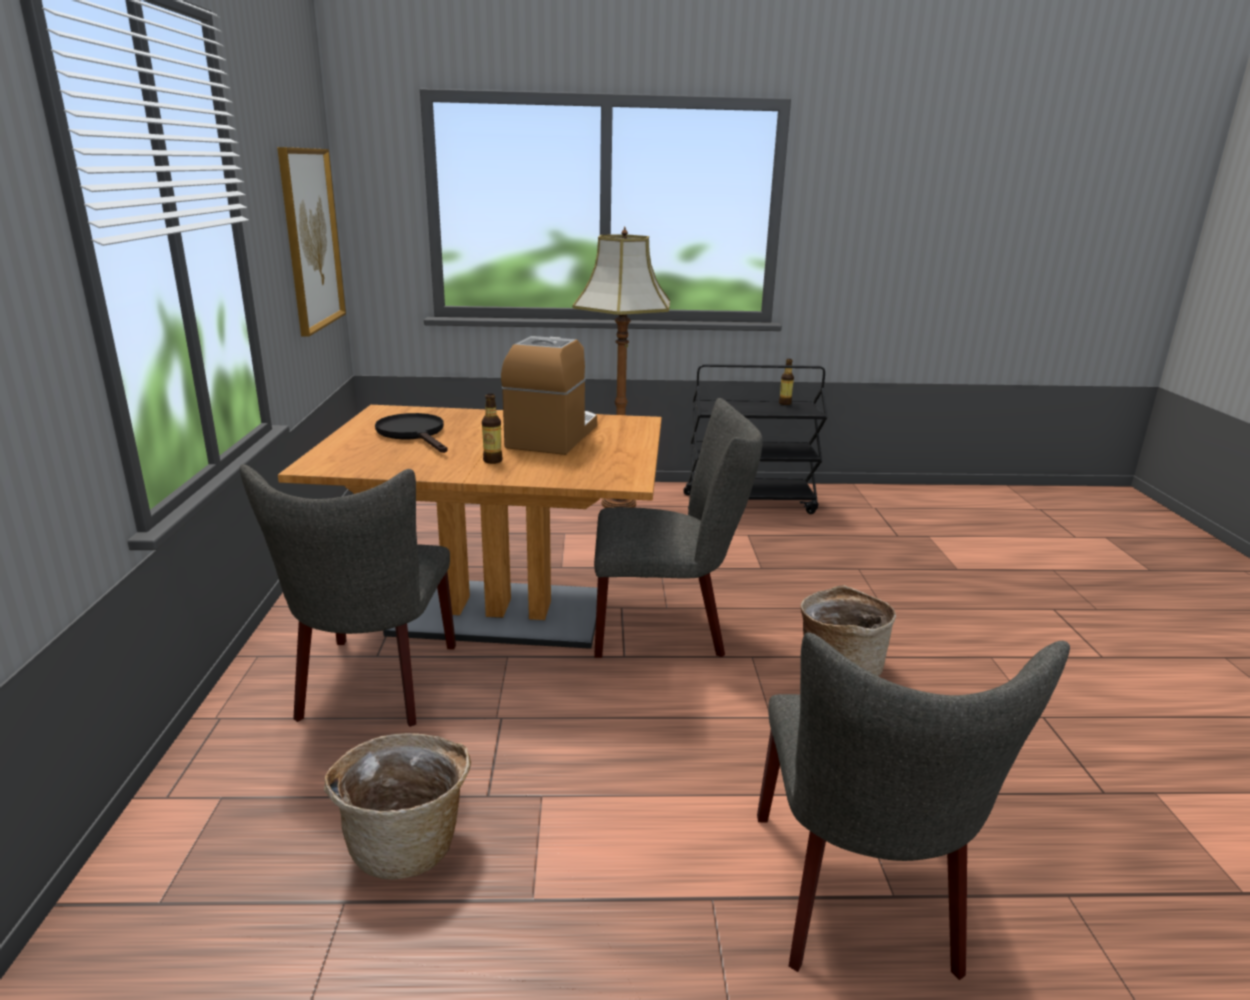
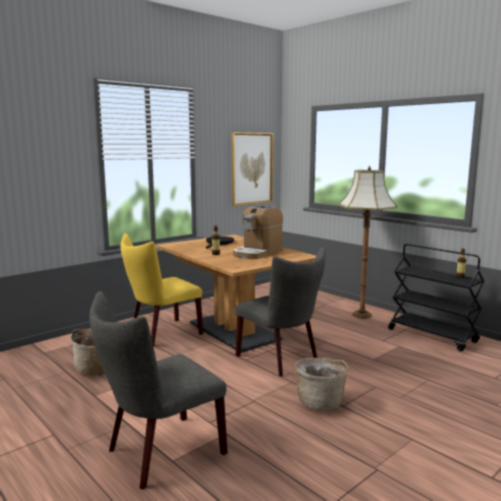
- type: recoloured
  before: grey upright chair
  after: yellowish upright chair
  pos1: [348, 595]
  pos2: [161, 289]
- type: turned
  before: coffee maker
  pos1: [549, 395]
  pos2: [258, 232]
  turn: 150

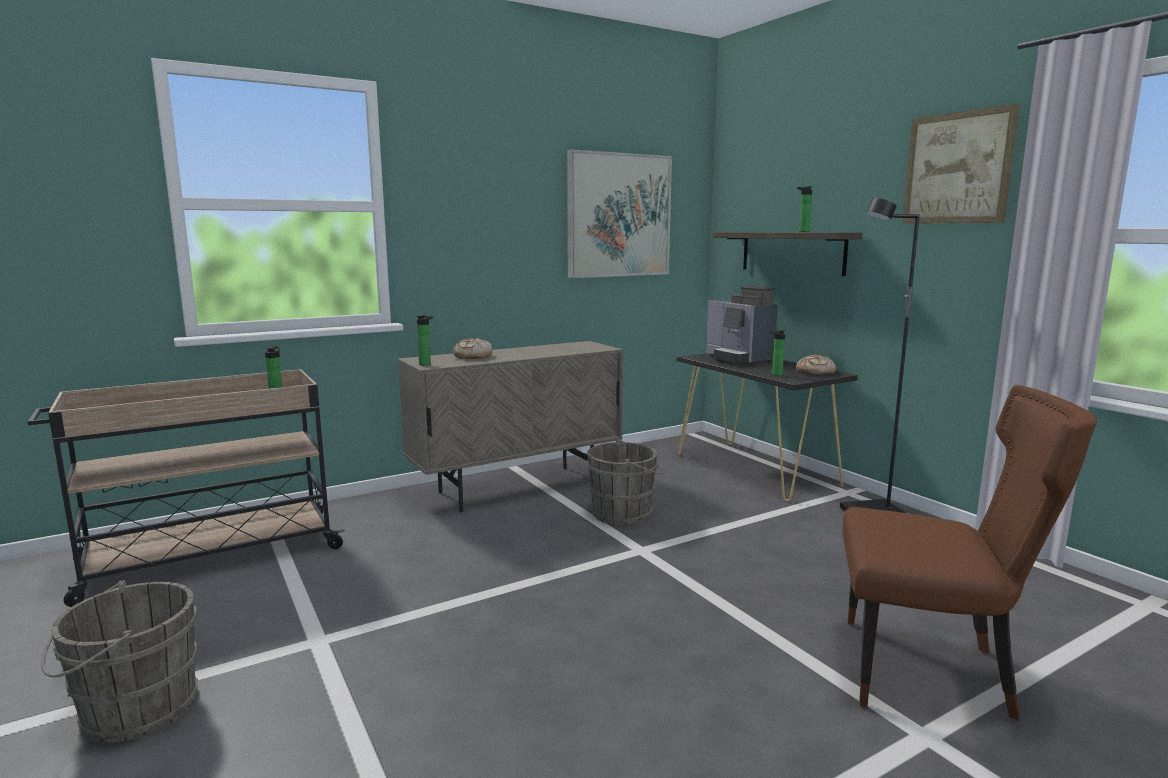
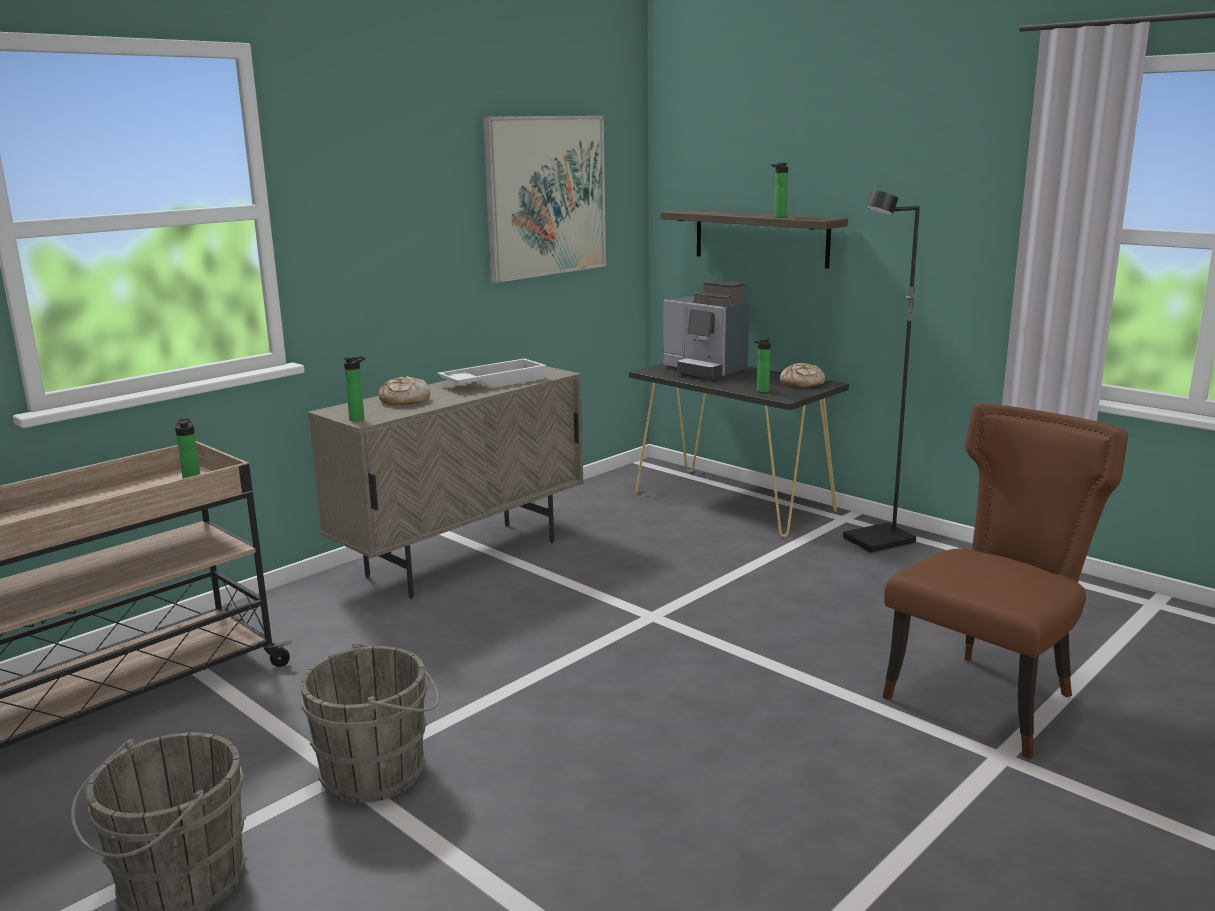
- type: removed
  before: wall art
  pos1: [961, 163]
- type: added
  after: white carrying tray
  pos2: [491, 373]
- type: moved
  before: grey bucket
  pos1: [625, 482]
  pos2: [369, 722]
- type: turned
  before: brownish upright chair
  pos1: [970, 553]
  pos2: [1005, 581]
  turn: -45

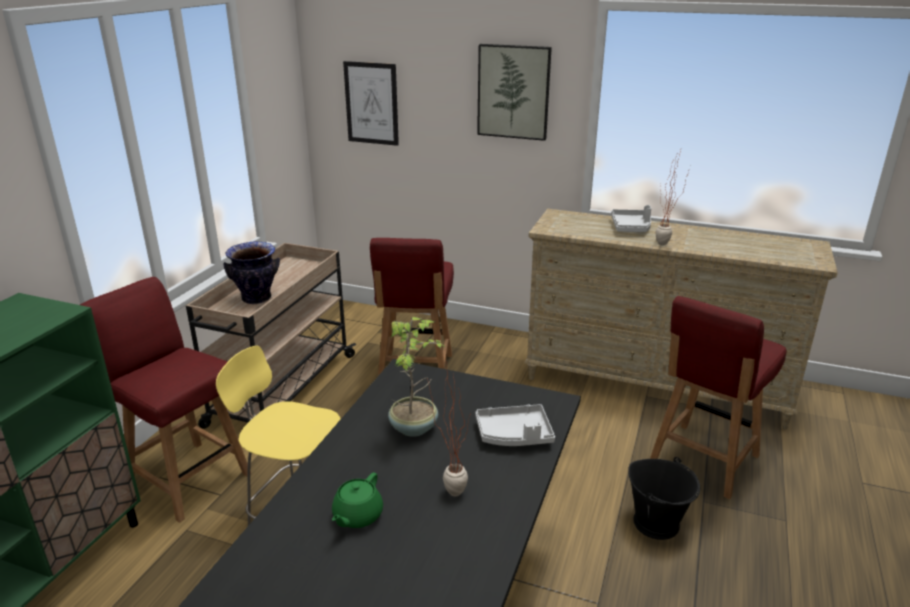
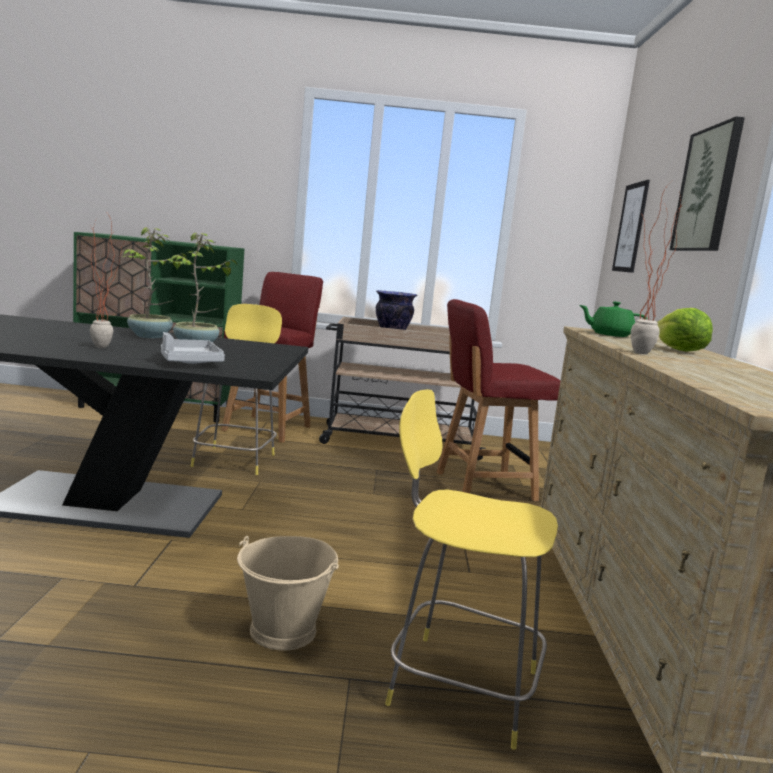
- type: added
  after: plant in a pot
  pos2: [154, 282]
- type: moved
  before: green teapot
  pos1: [357, 500]
  pos2: [613, 319]
- type: replaced
  before: grey carrying tray
  after: lettuce
  pos1: [631, 218]
  pos2: [685, 330]
- type: replaced
  before: red upright chair
  after: yellowish sitting stool
  pos1: [718, 397]
  pos2: [471, 569]
- type: recoloured
  before: black bucket
  after: beige-coloured bucket
  pos1: [664, 498]
  pos2: [288, 593]

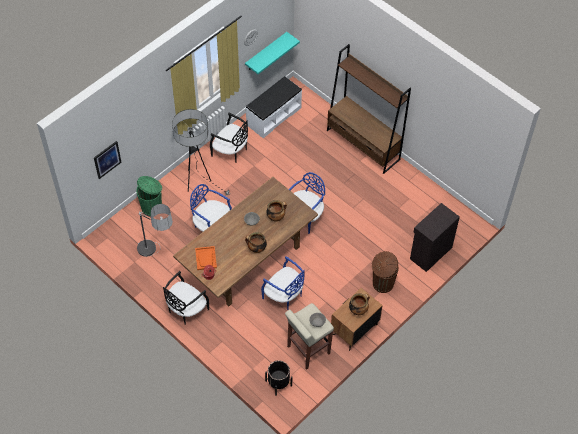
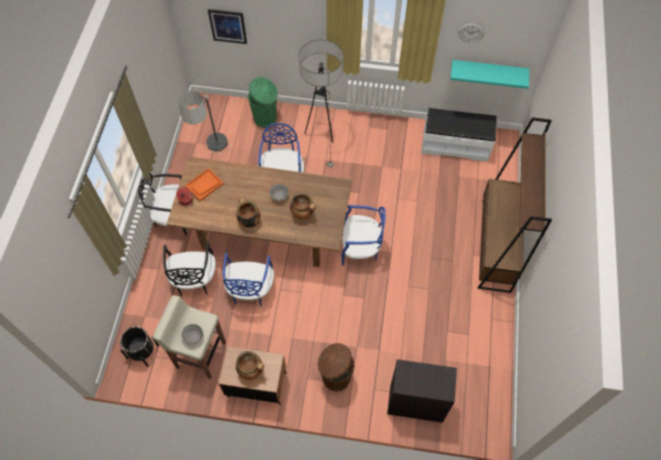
- type: moved
  before: black upright chair
  pos1: [229, 138]
  pos2: [189, 269]

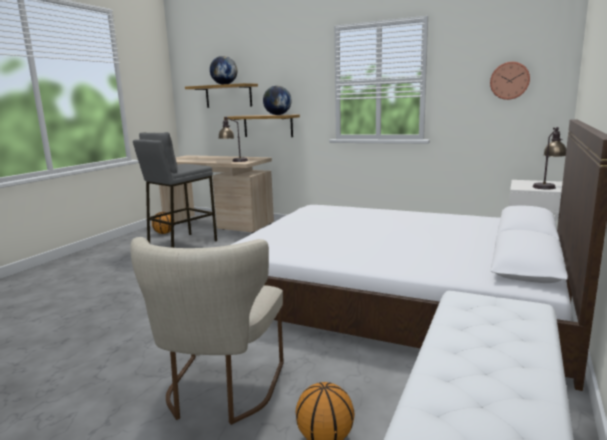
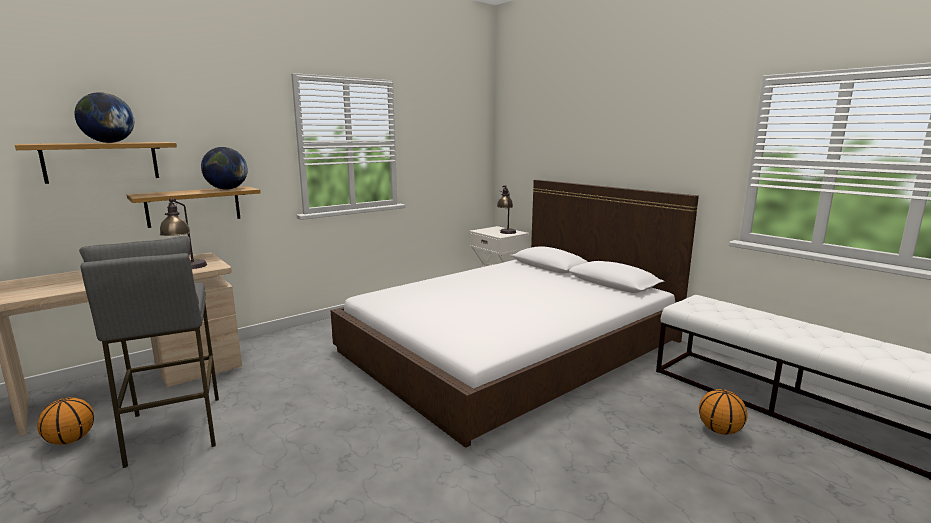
- type: removed
  before: beige-coloured upright chair
  pos1: [207, 331]
- type: removed
  before: hanging clock
  pos1: [510, 81]

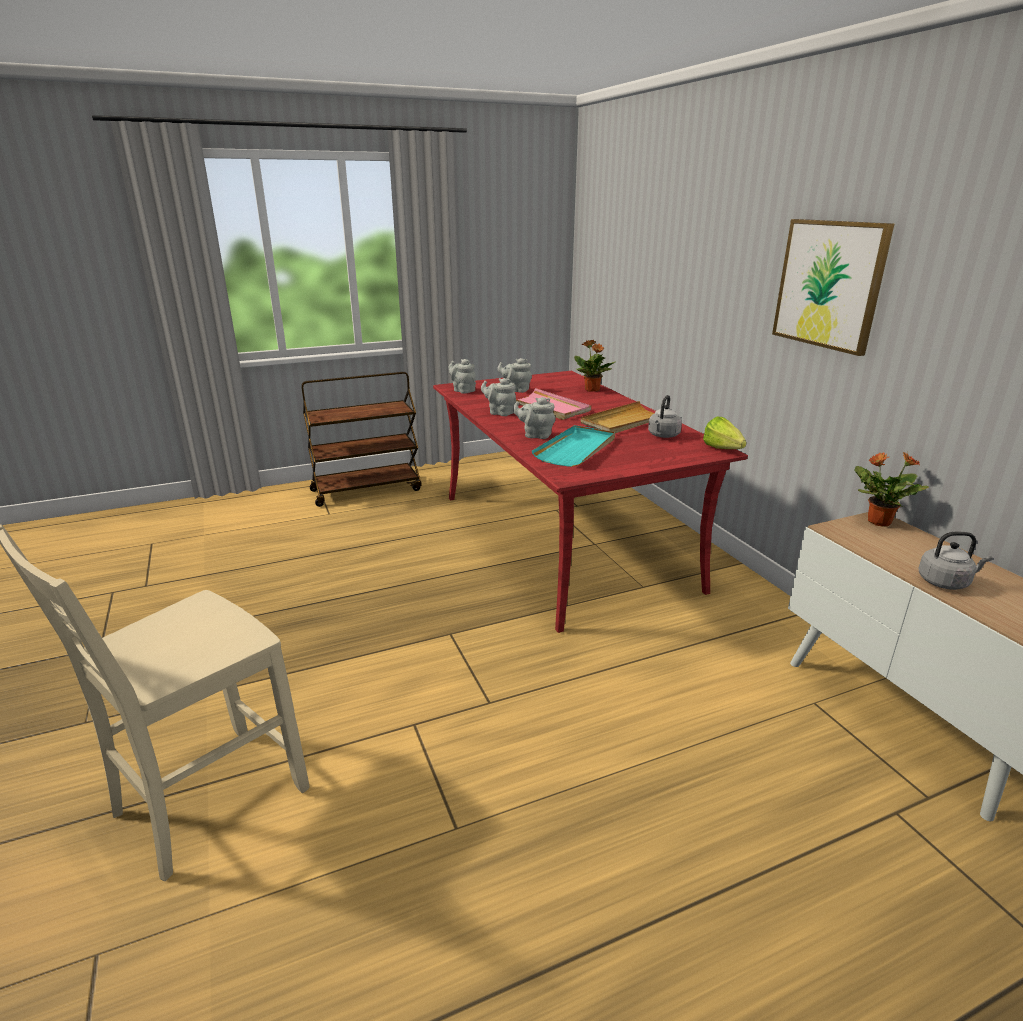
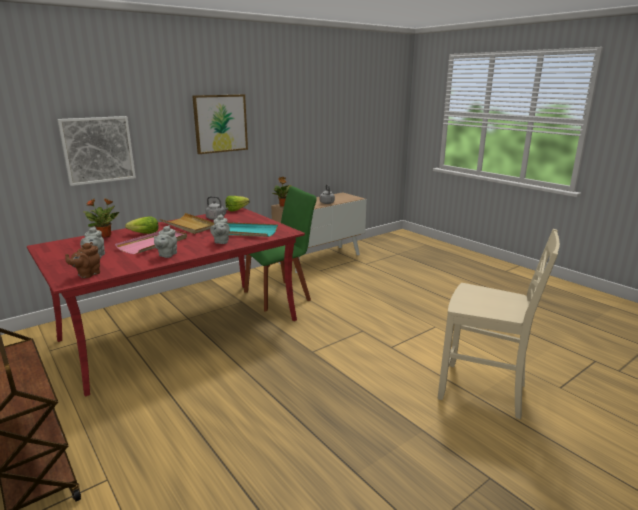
- type: added
  after: wall art
  pos2: [96, 151]
- type: added
  after: lettuce
  pos2: [142, 225]
- type: added
  after: green upright chair
  pos2: [280, 248]
- type: recoloured
  before: grey teapot
  after: brownish teapot
  pos1: [462, 376]
  pos2: [82, 260]

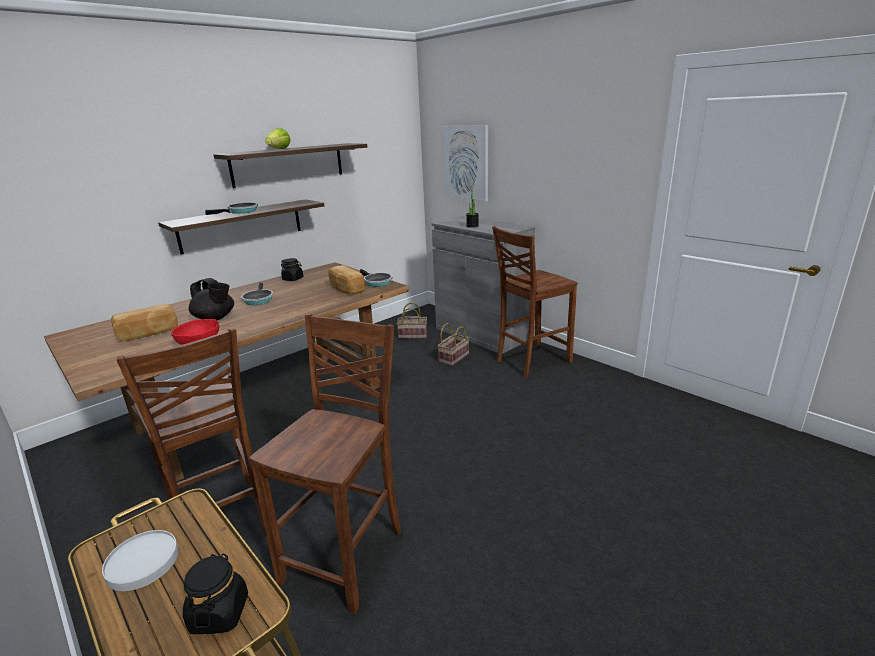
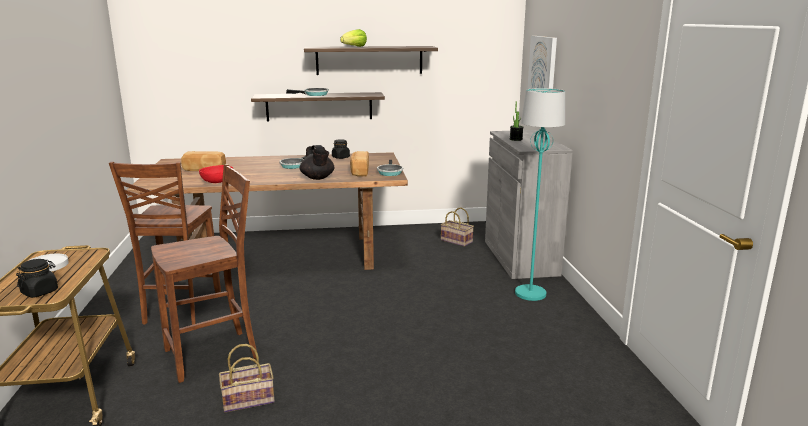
- type: moved
  before: black teapot
  pos1: [211, 299]
  pos2: [317, 162]
- type: moved
  before: household basket
  pos1: [453, 344]
  pos2: [247, 378]
- type: replaced
  before: brownish upright chair
  after: blue-green standing lamp
  pos1: [535, 302]
  pos2: [540, 194]

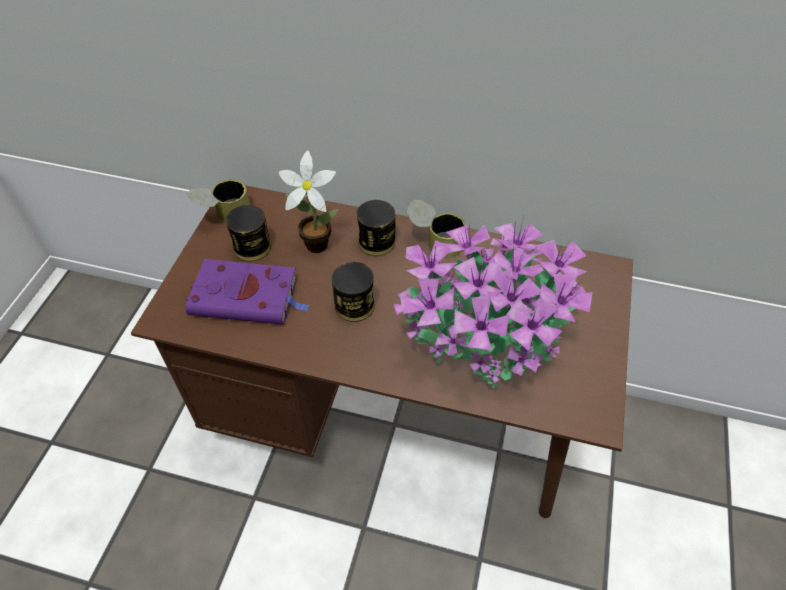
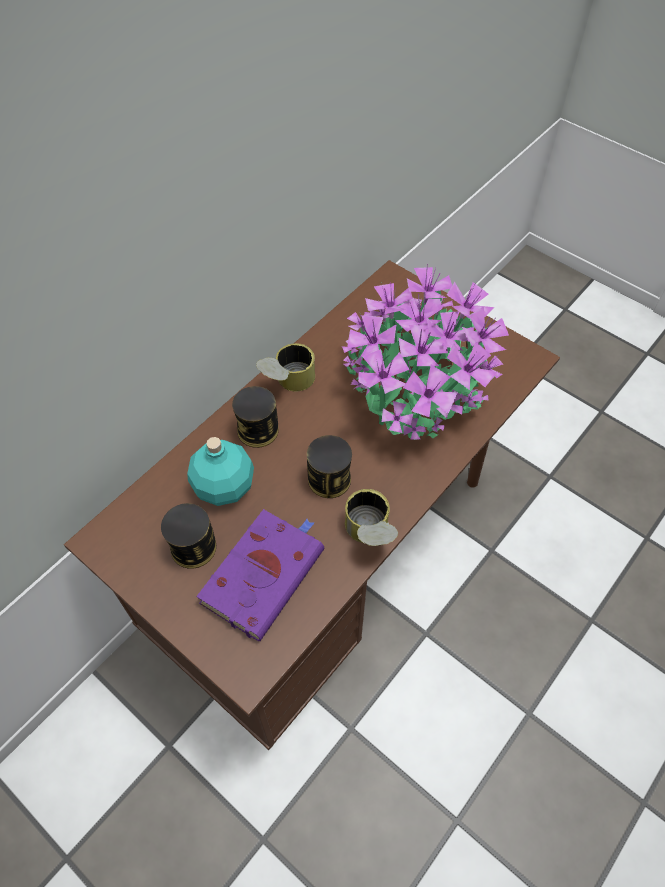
- type: moved
  before: can
  pos1: [218, 200]
  pos2: [371, 517]
- type: replaced
  before: plant in a pot
  after: blue-green beverage bottle
  pos1: [308, 201]
  pos2: [220, 471]

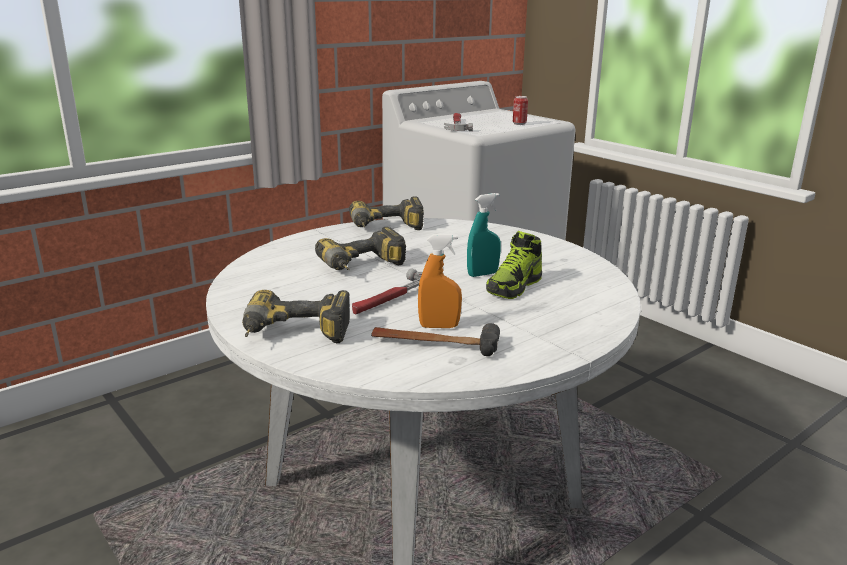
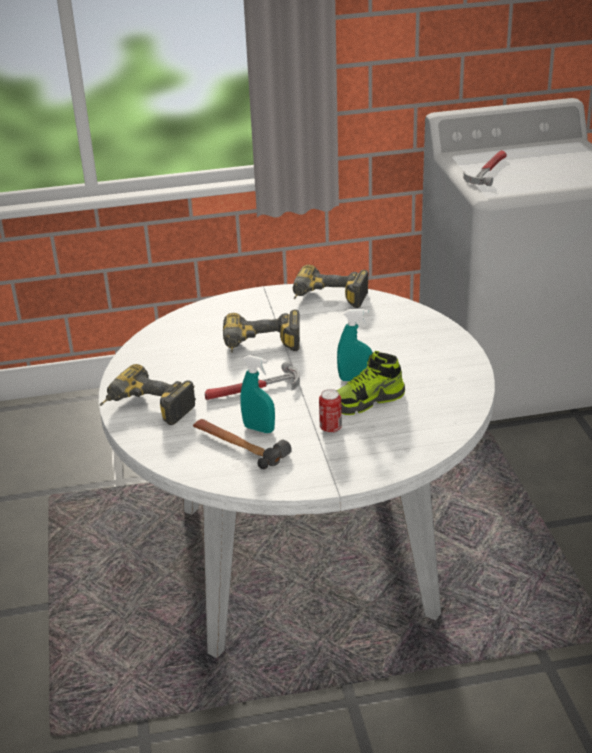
- type: moved
  before: can
  pos1: [520, 110]
  pos2: [330, 411]
- type: recoloured
  before: orange sprayer
  after: blue-green sprayer
  pos1: [440, 281]
  pos2: [257, 394]

